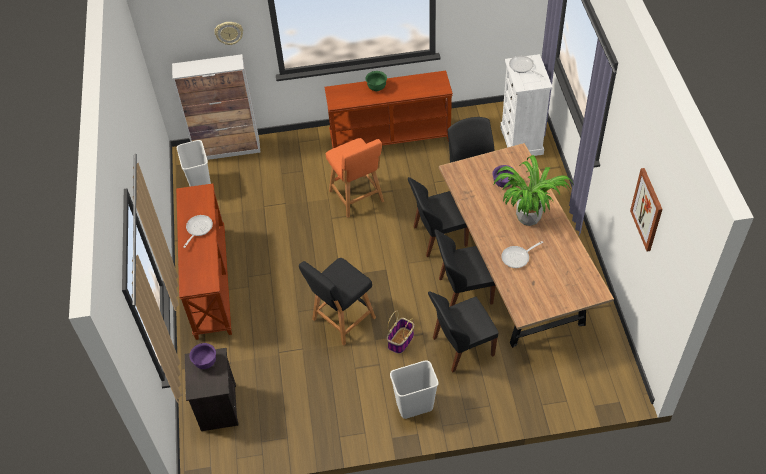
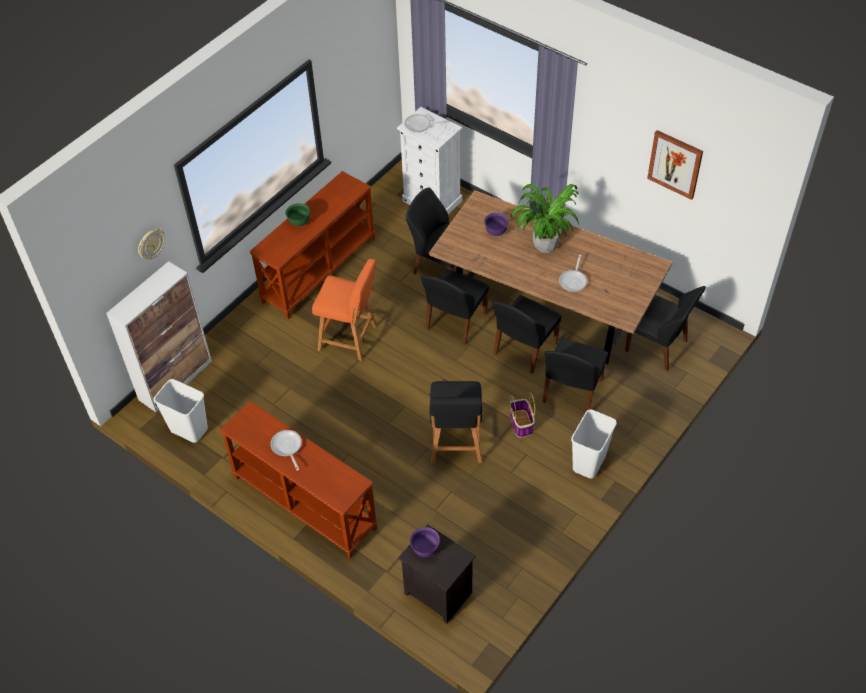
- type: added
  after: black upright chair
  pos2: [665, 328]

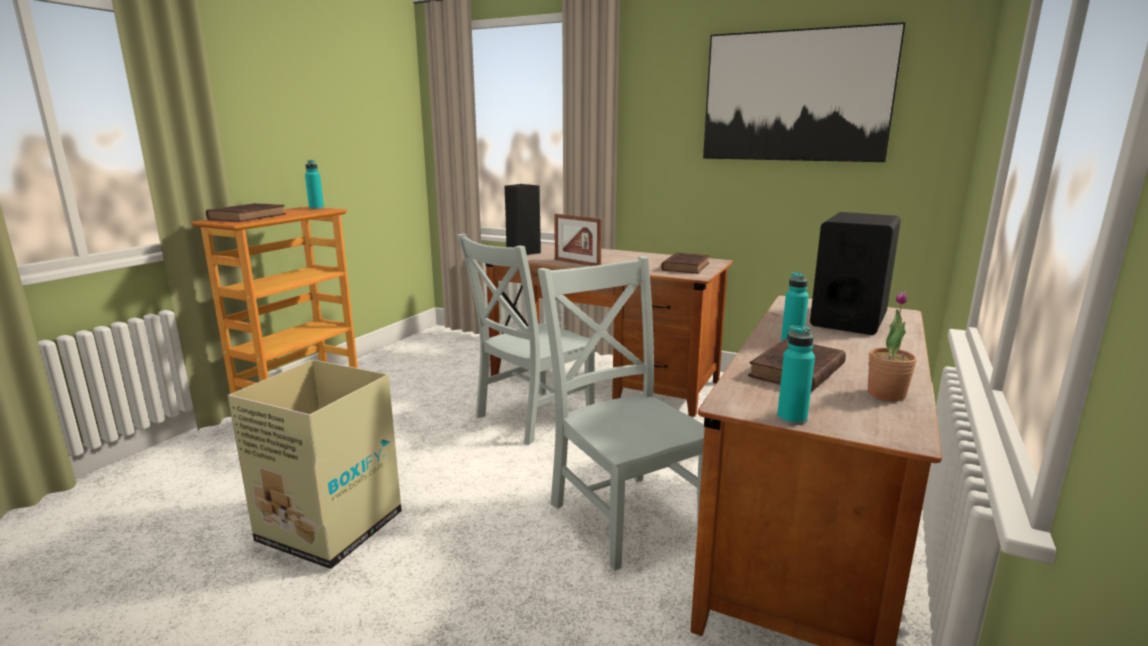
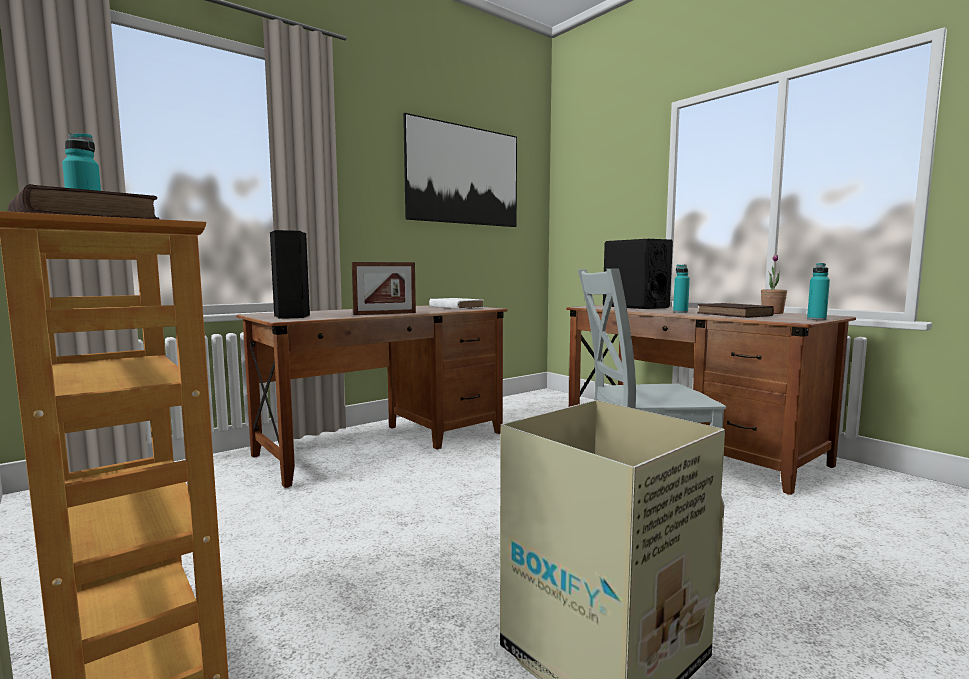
- type: removed
  before: grey upright chair
  pos1: [526, 339]
- type: recoloured
  before: brownish volume
  after: white volume
  pos1: [685, 263]
  pos2: [456, 303]

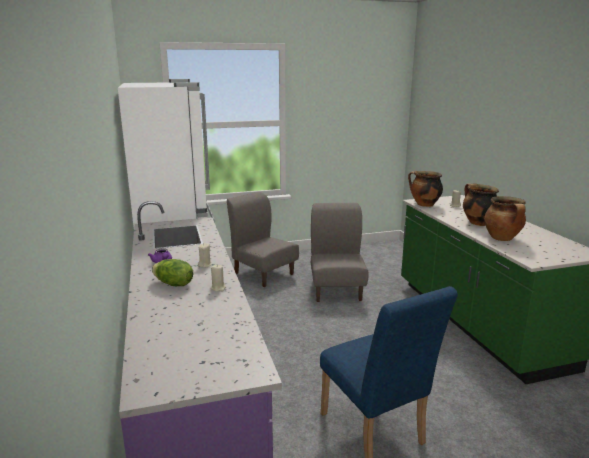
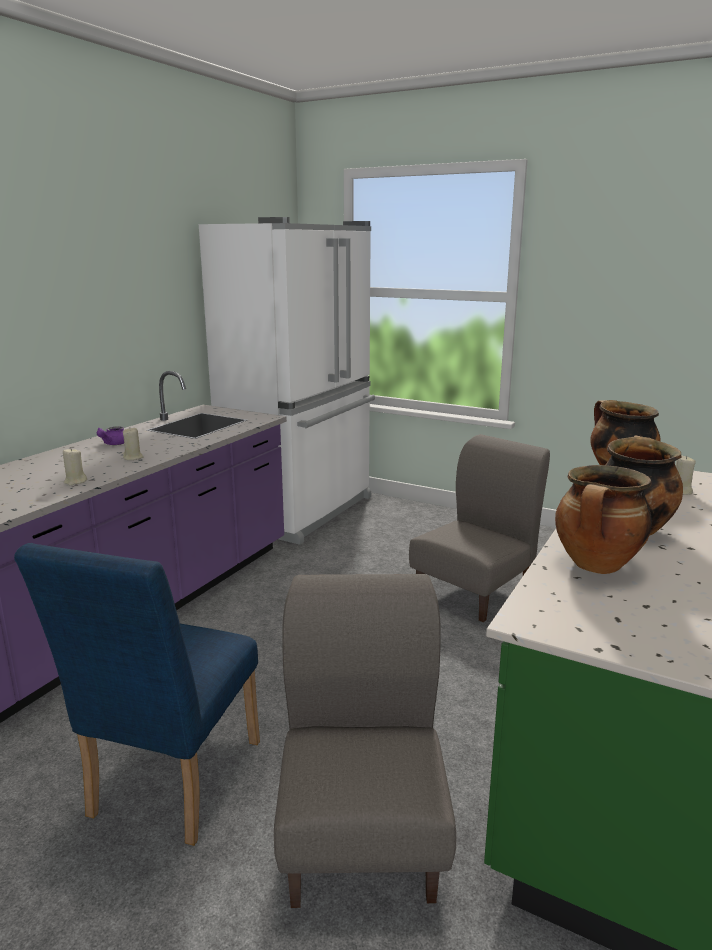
- type: removed
  before: lettuce
  pos1: [172, 272]
- type: moved
  before: grey upright chair
  pos1: [263, 239]
  pos2: [365, 741]

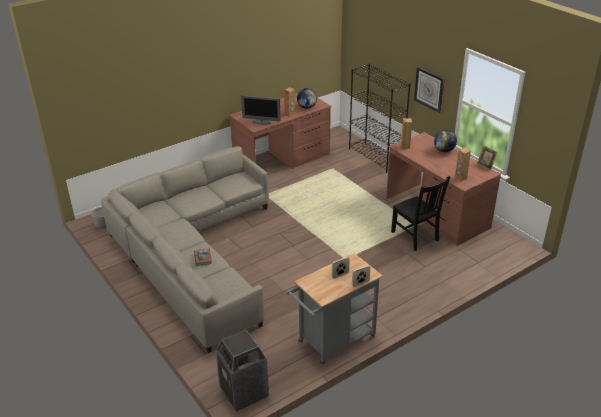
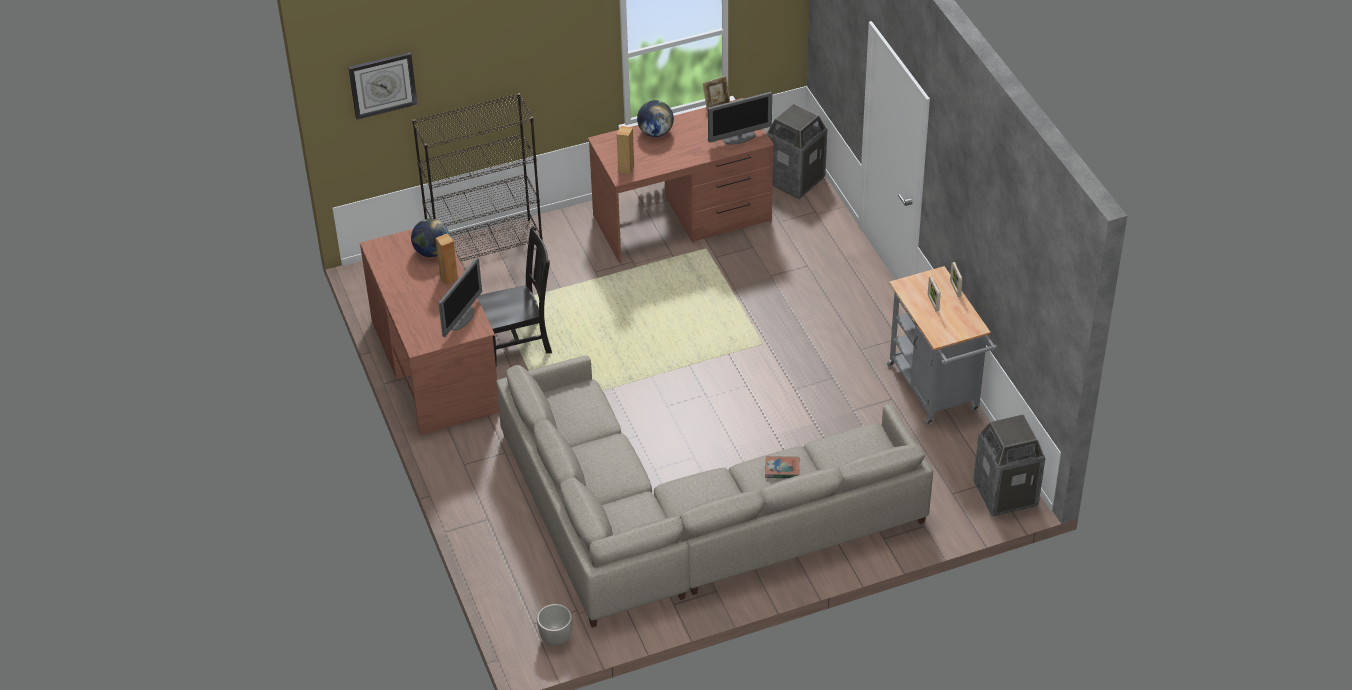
- type: added
  after: waste bin
  pos2: [797, 151]
- type: moved
  before: black upright chair
  pos1: [421, 213]
  pos2: [515, 294]
- type: moved
  before: hanging clock
  pos1: [429, 90]
  pos2: [383, 86]
- type: replaced
  before: brownish speaker
  after: monitor
  pos1: [463, 164]
  pos2: [740, 118]

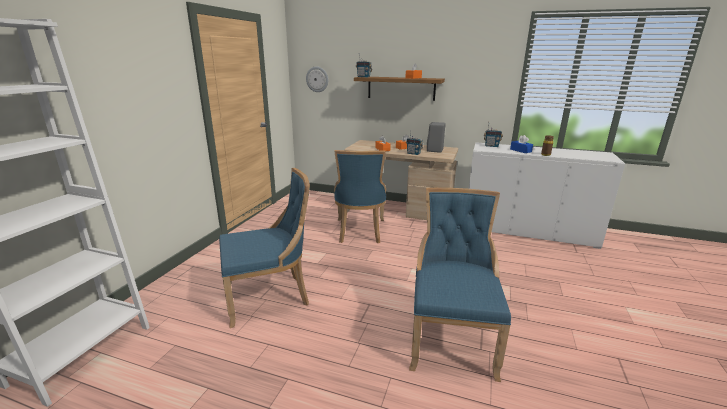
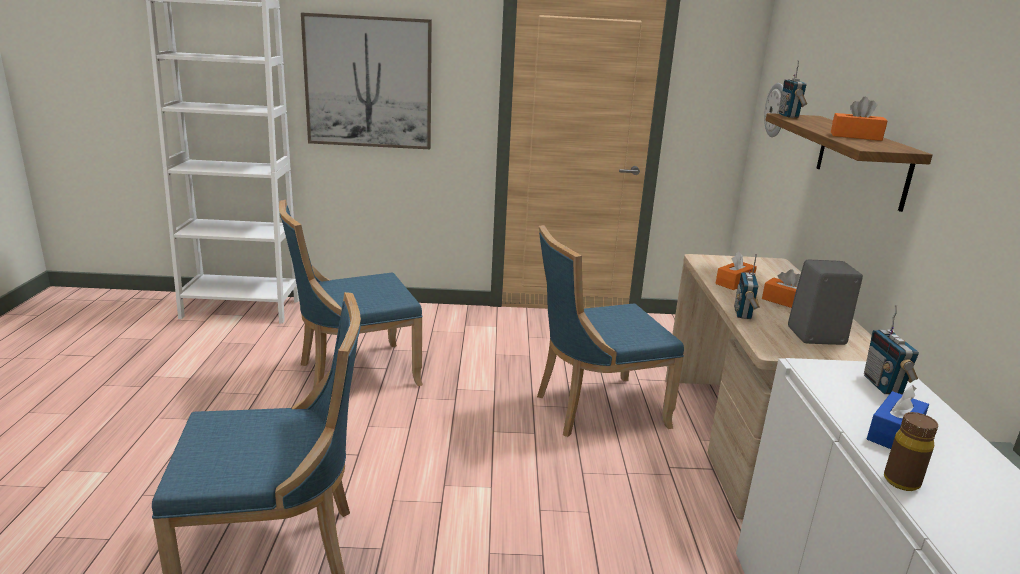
- type: added
  after: wall art
  pos2: [366, 81]
- type: turned
  before: blue upright chair
  pos1: [264, 248]
  pos2: [351, 294]
  turn: 105

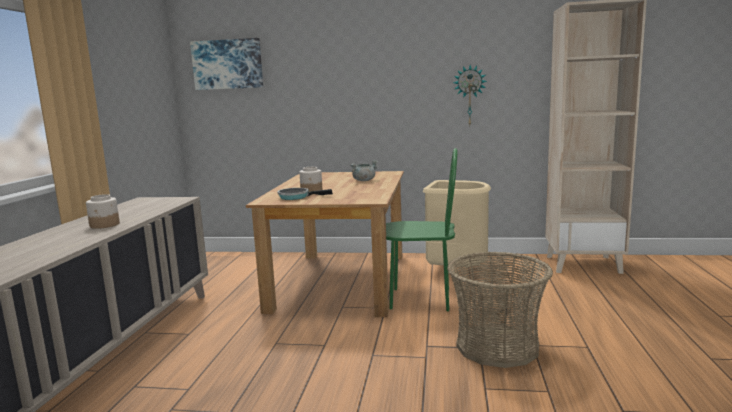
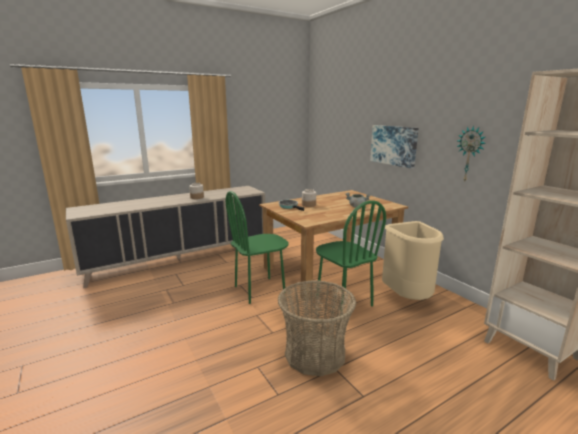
- type: added
  after: green upright chair
  pos2: [257, 247]
- type: moved
  before: wall art
  pos1: [226, 64]
  pos2: [394, 147]

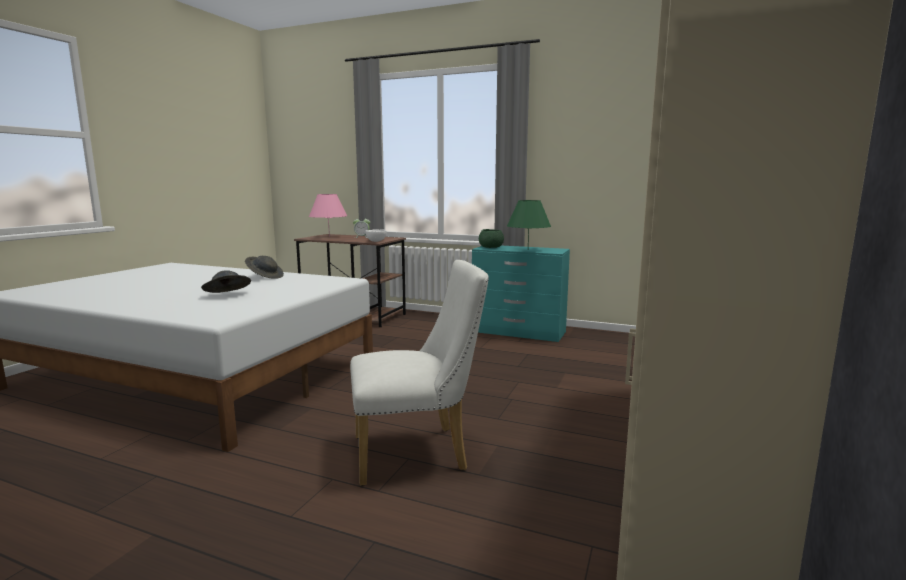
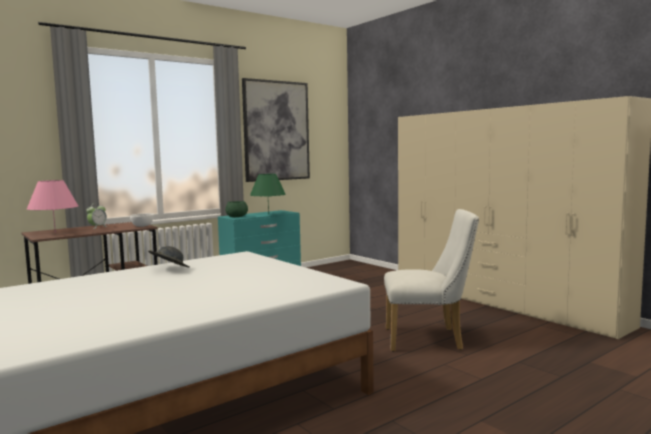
- type: removed
  before: grey hat
  pos1: [226, 281]
- type: added
  after: wall art
  pos2: [276, 130]
- type: turned
  before: white upright chair
  pos1: [419, 373]
  pos2: [431, 280]
  turn: 75

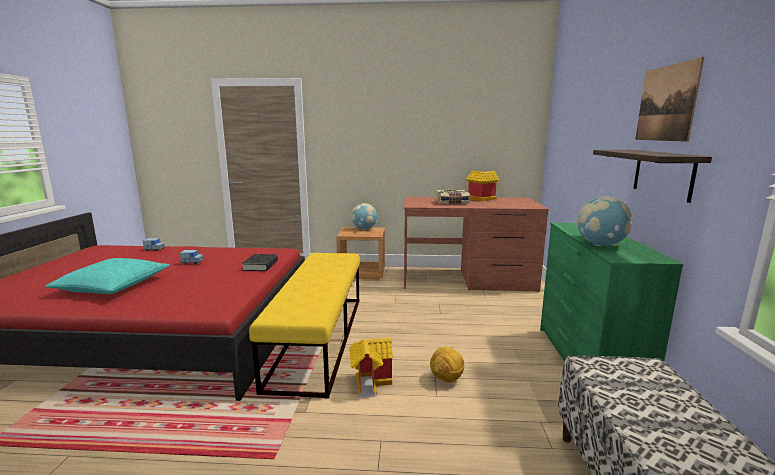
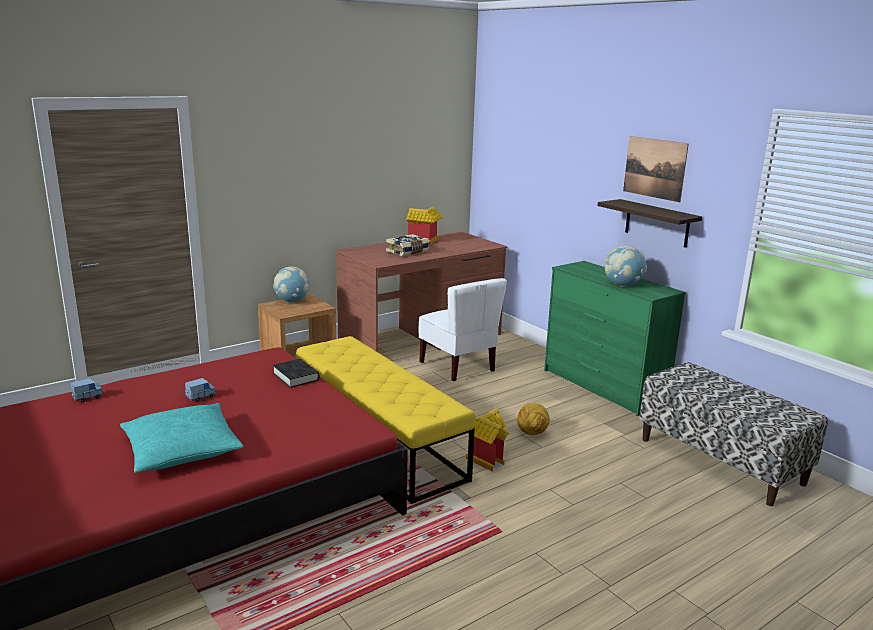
- type: added
  after: white upright chair
  pos2: [463, 330]

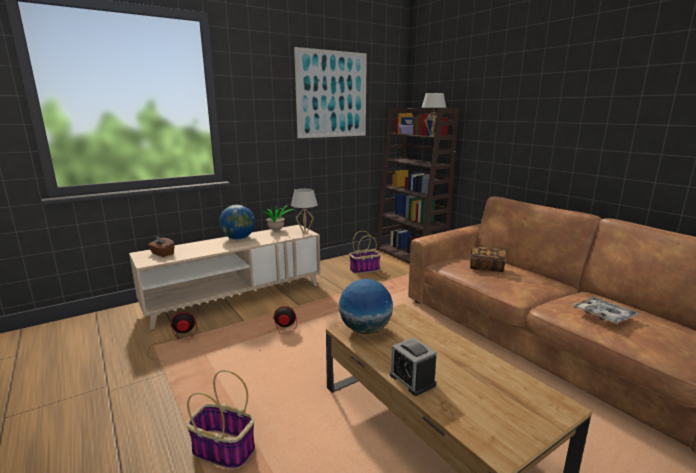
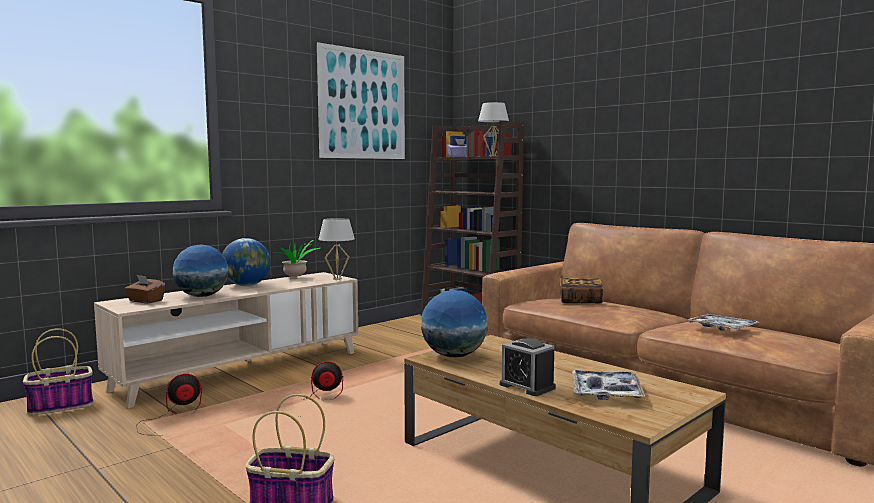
- type: added
  after: desk globe
  pos2: [201, 271]
- type: added
  after: carrying tray
  pos2: [608, 385]
- type: moved
  before: household basket
  pos1: [365, 252]
  pos2: [58, 371]

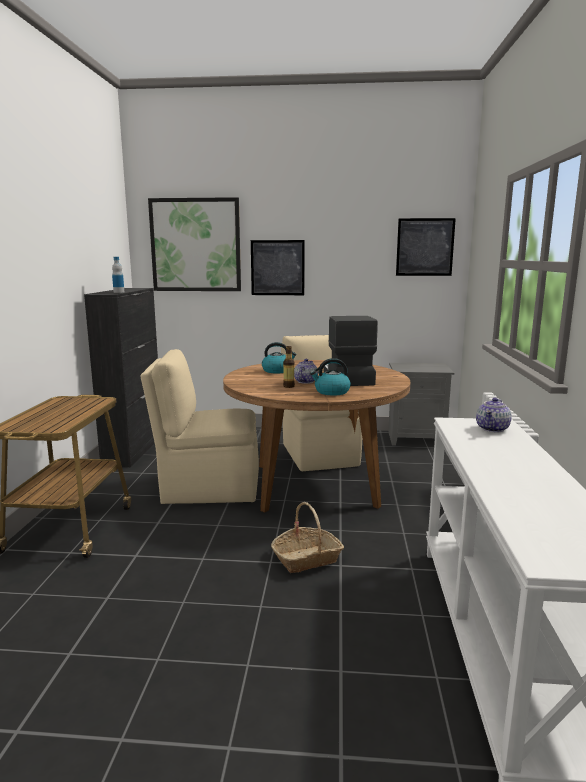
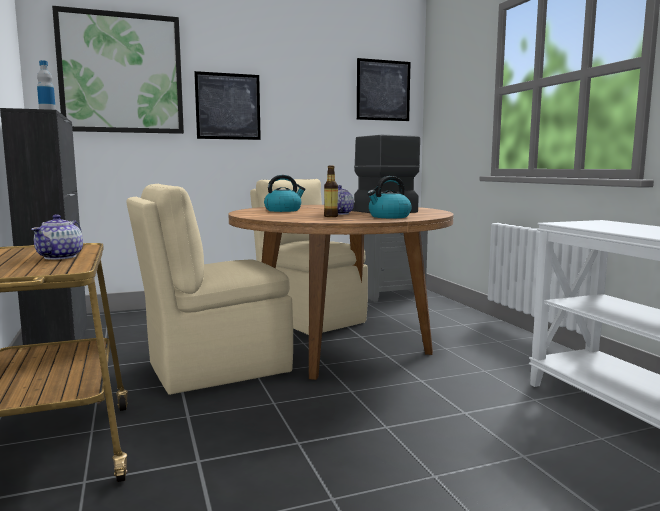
- type: removed
  before: household basket
  pos1: [307, 537]
- type: moved
  before: teapot
  pos1: [494, 415]
  pos2: [57, 237]

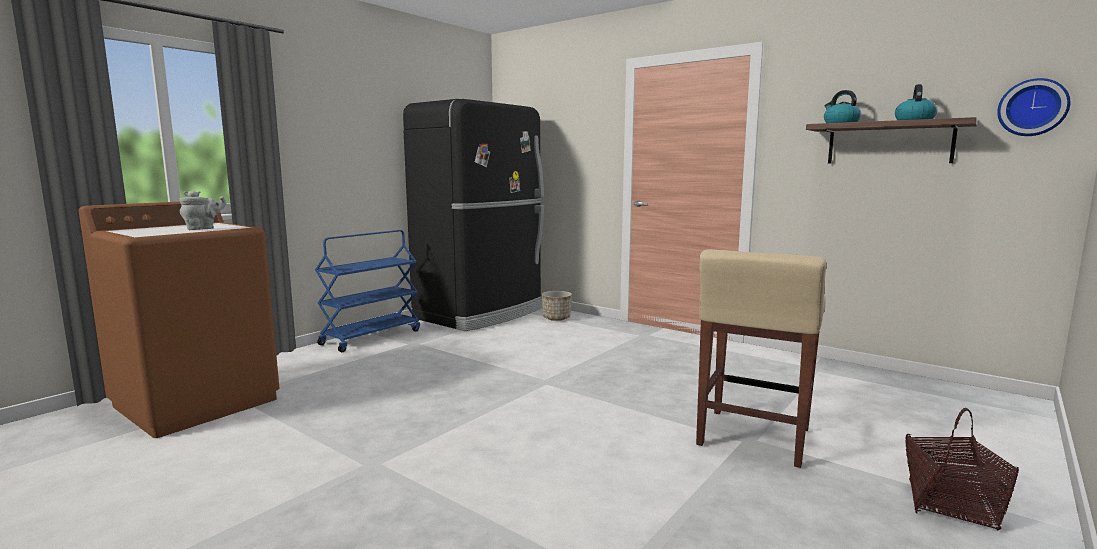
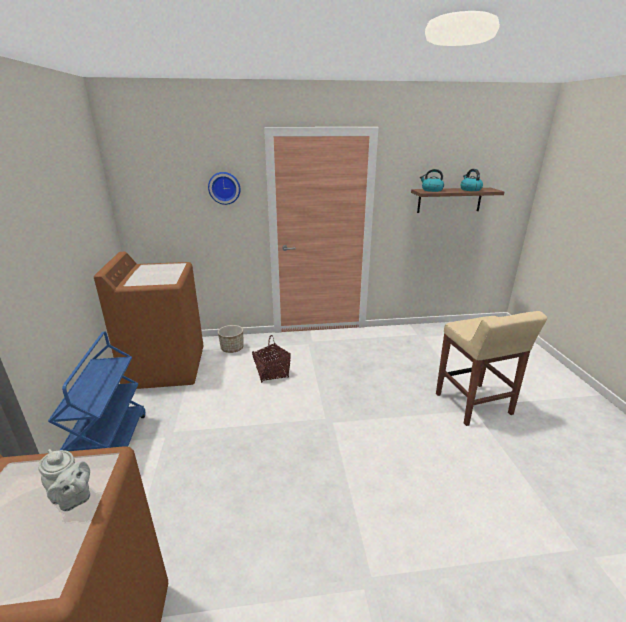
- type: moved
  before: household basket
  pos1: [962, 469]
  pos2: [271, 359]
- type: moved
  before: hanging clock
  pos1: [1033, 107]
  pos2: [224, 188]
- type: replaced
  before: black fridge
  after: brownish washing machine
  pos1: [473, 215]
  pos2: [149, 320]
- type: turned
  before: grey teapot
  pos1: [202, 210]
  pos2: [64, 480]
  turn: 120

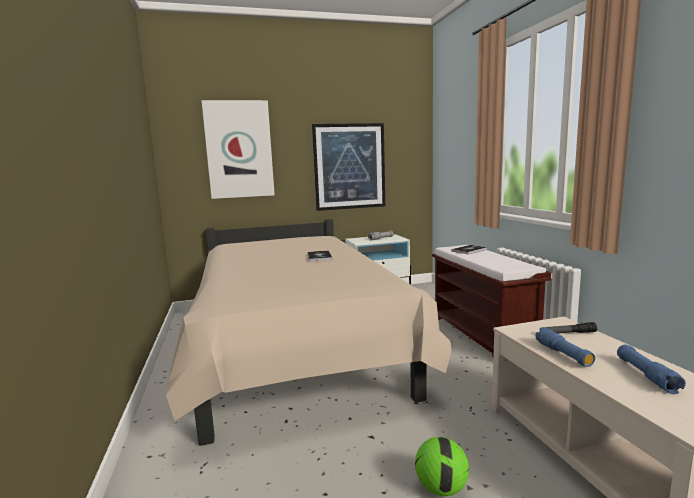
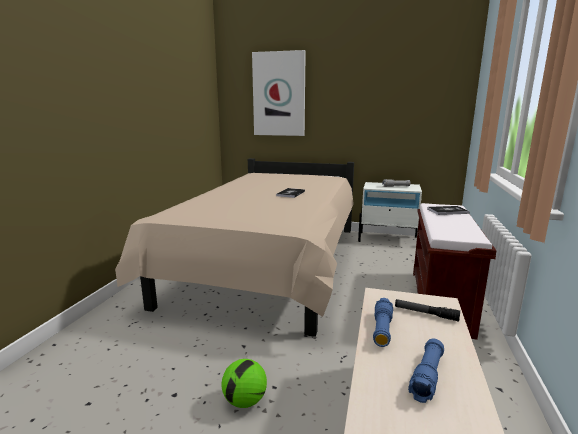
- type: removed
  before: wall art
  pos1: [348, 167]

